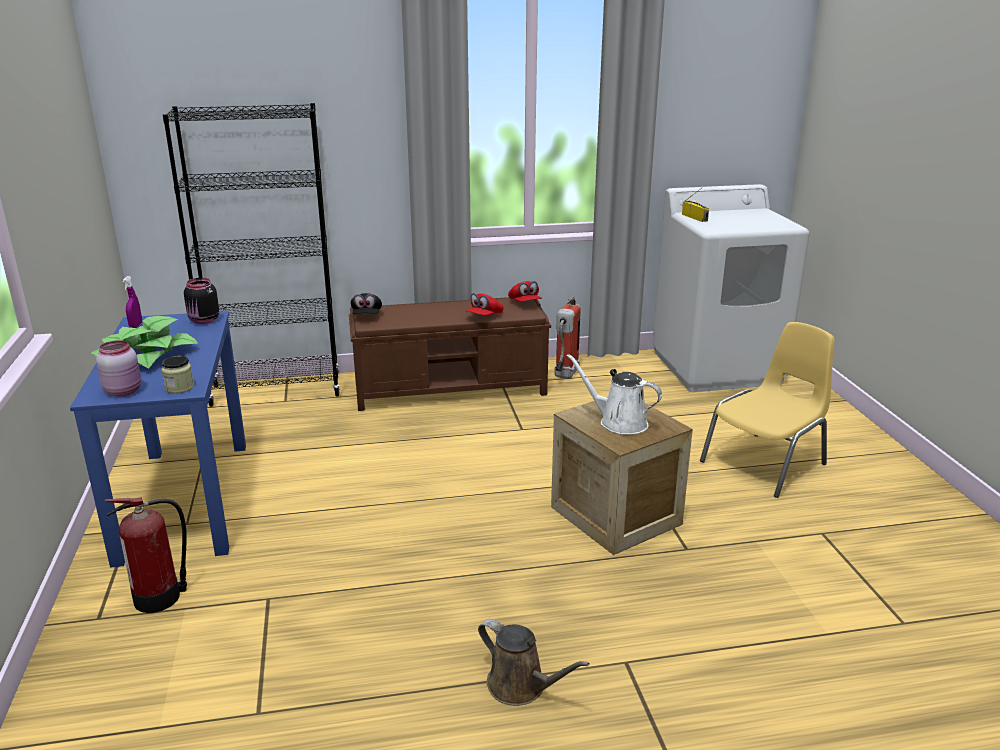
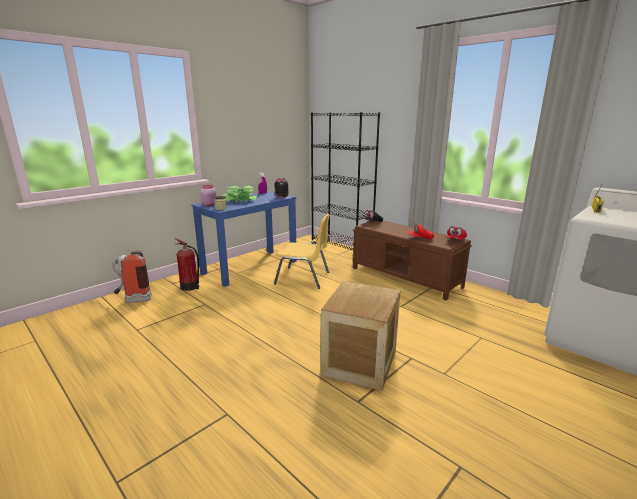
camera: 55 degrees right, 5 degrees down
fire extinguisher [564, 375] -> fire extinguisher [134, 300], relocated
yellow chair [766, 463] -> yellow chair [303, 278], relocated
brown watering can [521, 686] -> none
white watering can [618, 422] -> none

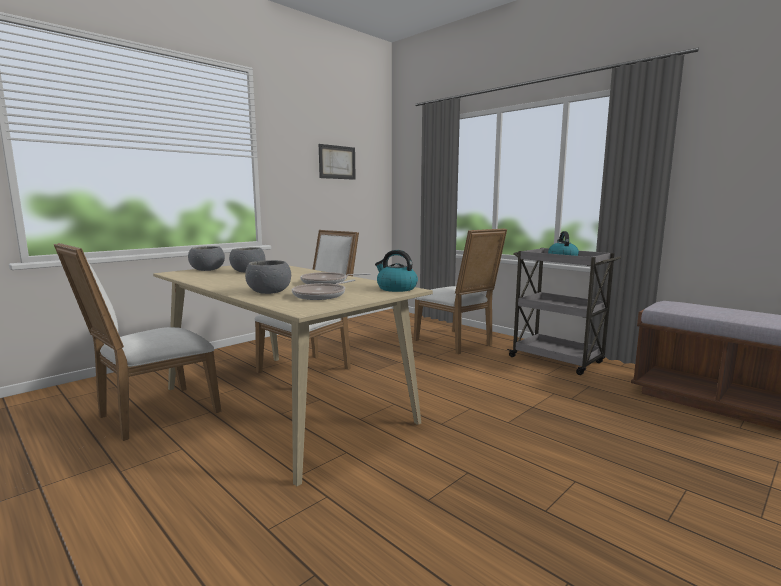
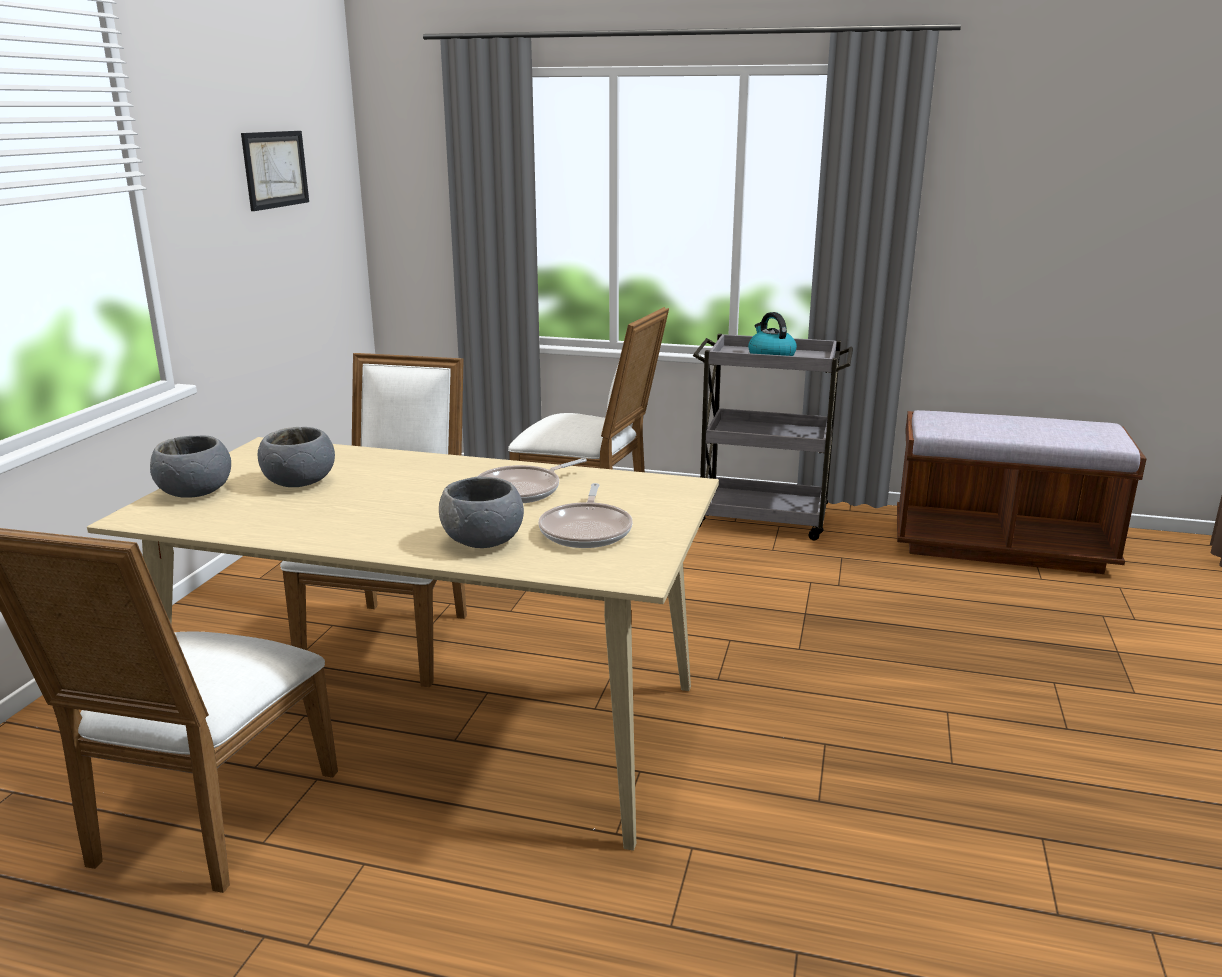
camera: 30 degrees left, 10 degrees up
kettle [396, 288] -> none

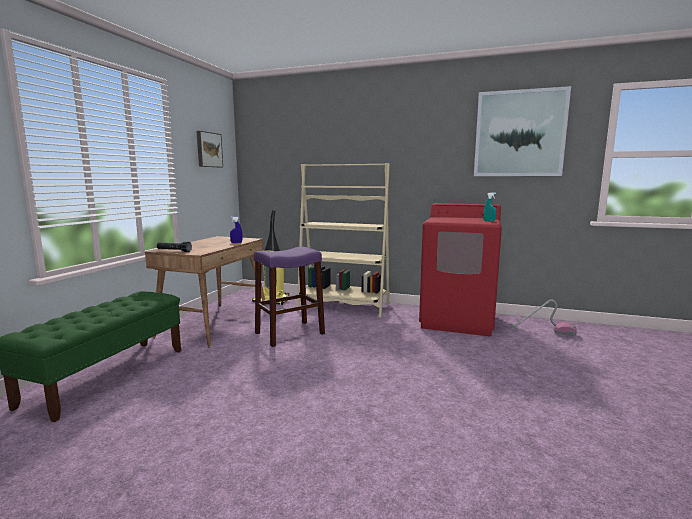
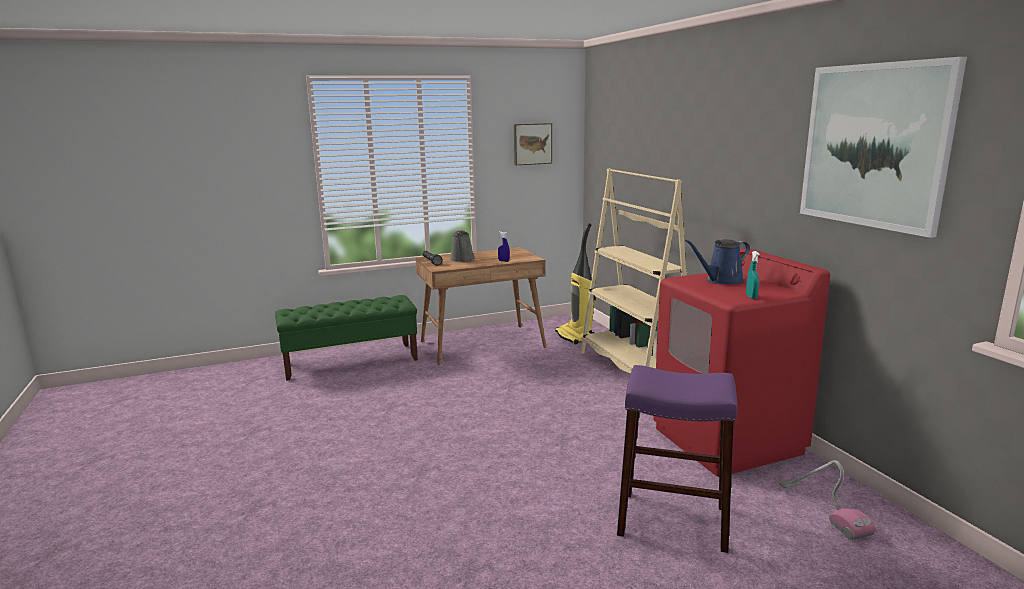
camera: 50 degrees right, 5 degrees up
none -> grey watering can [462, 260]
purple stool [289, 333] -> purple stool [672, 520], relocated
none -> blue watering can [721, 281]

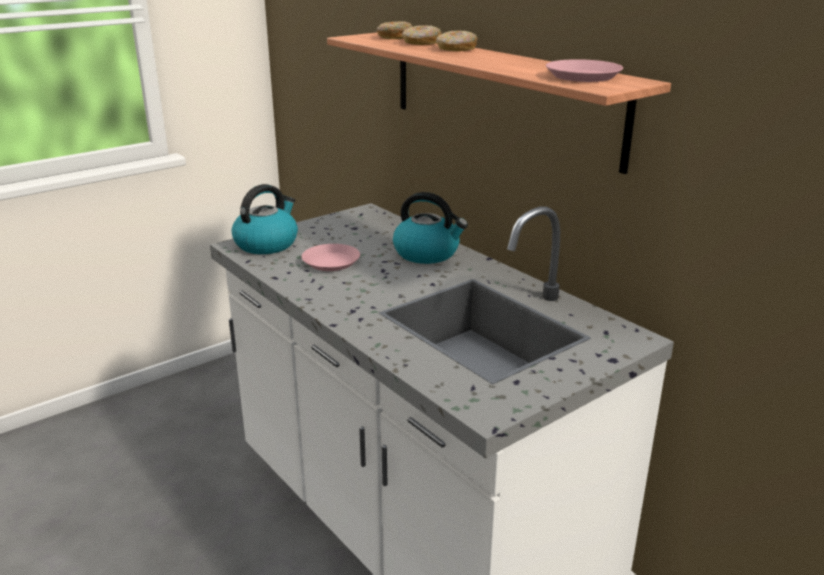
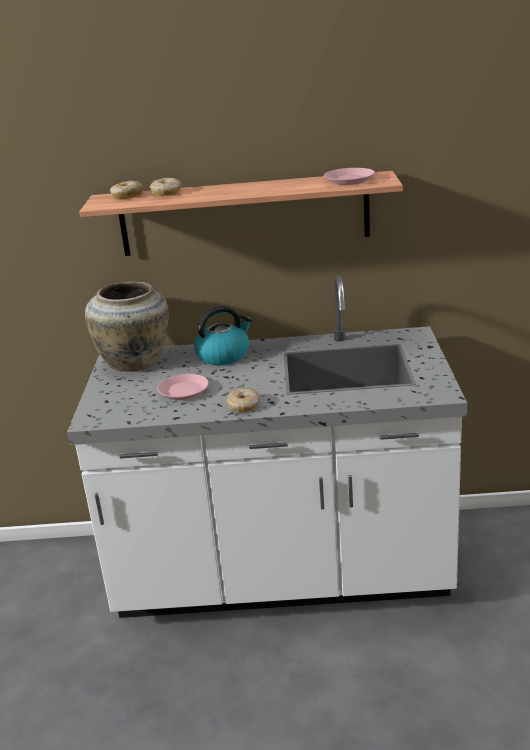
camera: 50 degrees left, 0 degrees up
none -> beige vase [135, 363]
donut [456, 49] -> donut [243, 406], relocated
kettle [267, 244] -> none

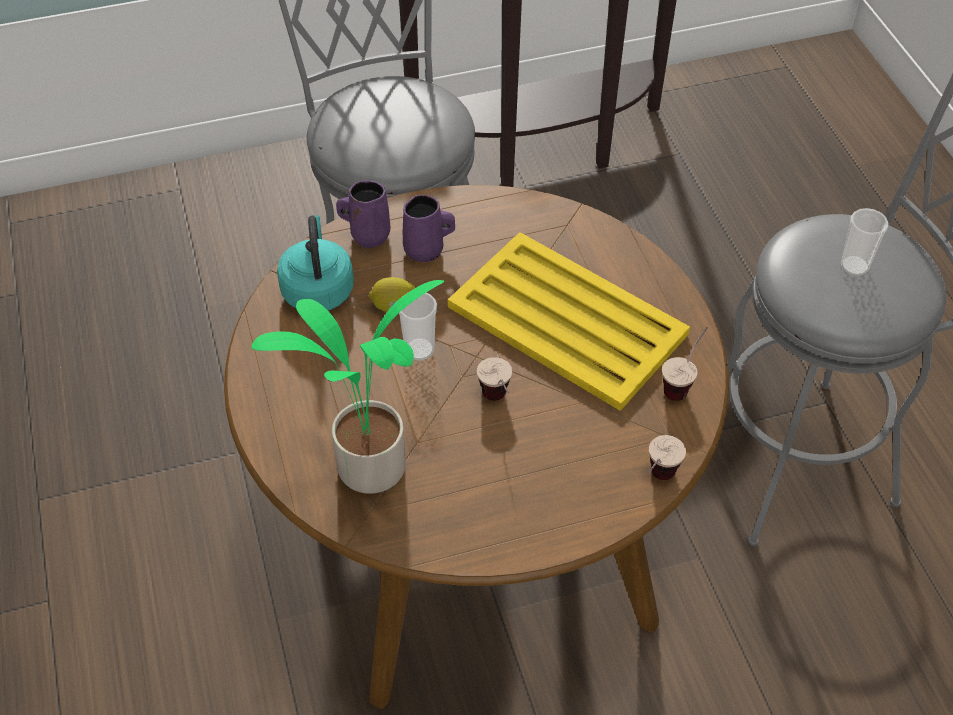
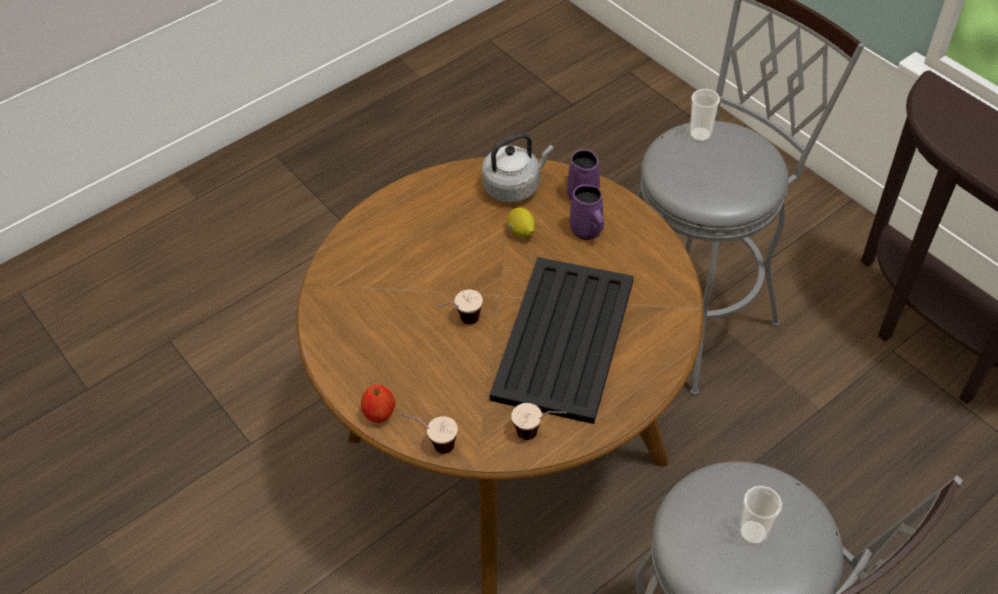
camera: 70 degrees right, 0 degrees up
none -> apple [380, 414]
turquoise kettle [318, 289] -> grey kettle [514, 186]
yellow tray [565, 319] -> black tray [565, 337]
cup [419, 349] -> cup [700, 135], relocated
potted plant [369, 471] -> none

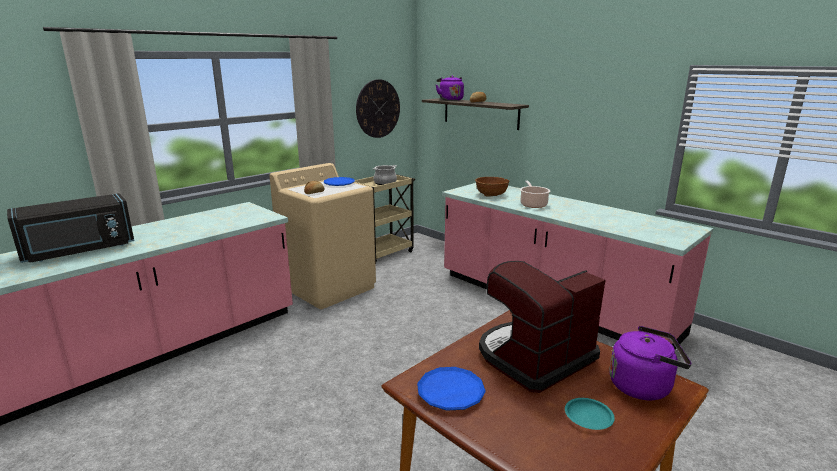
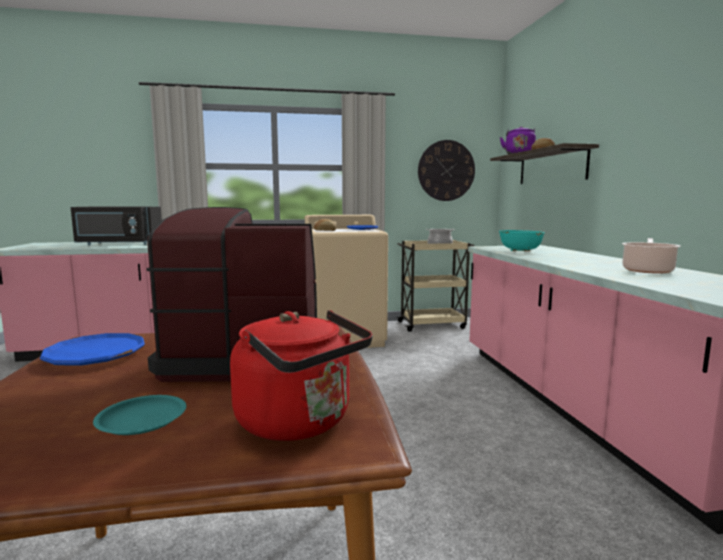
camera: 35 degrees right, 10 degrees down
purple kettle [643, 386] -> red kettle [299, 423]
brown bowl [491, 195] -> turquoise bowl [520, 250]
cooking pot [533, 204] -> cooking pot [647, 270], relocated

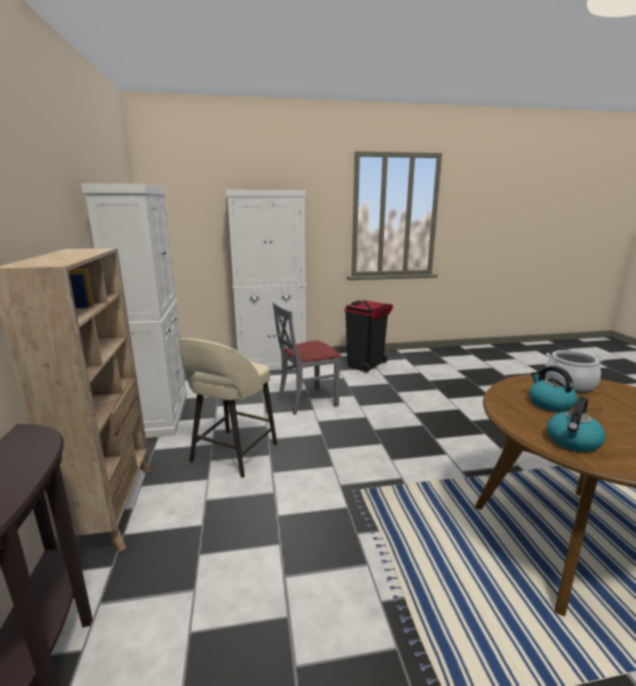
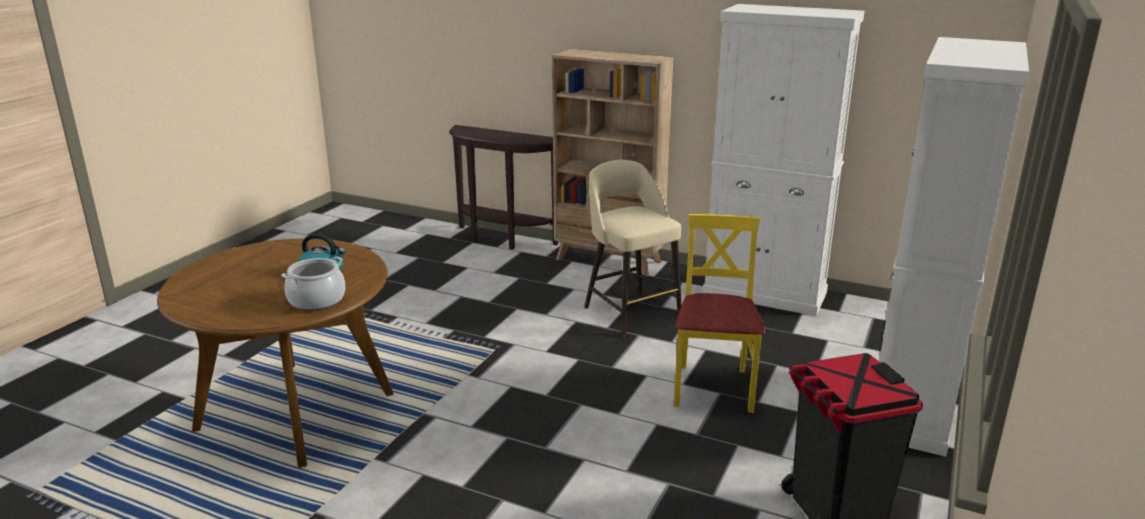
camera: 125 degrees right, 5 degrees up
grey chair [307, 401] -> yellow chair [713, 388]
kettle [573, 442] -> none

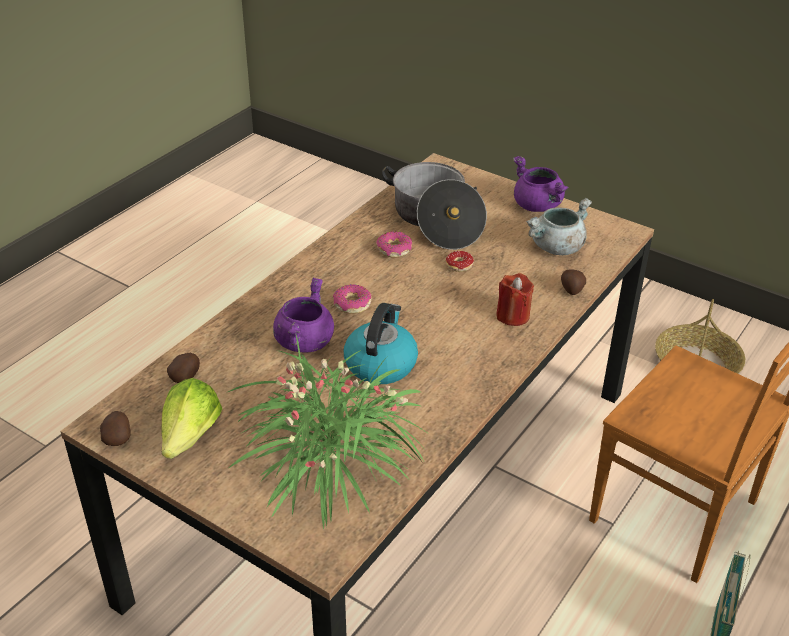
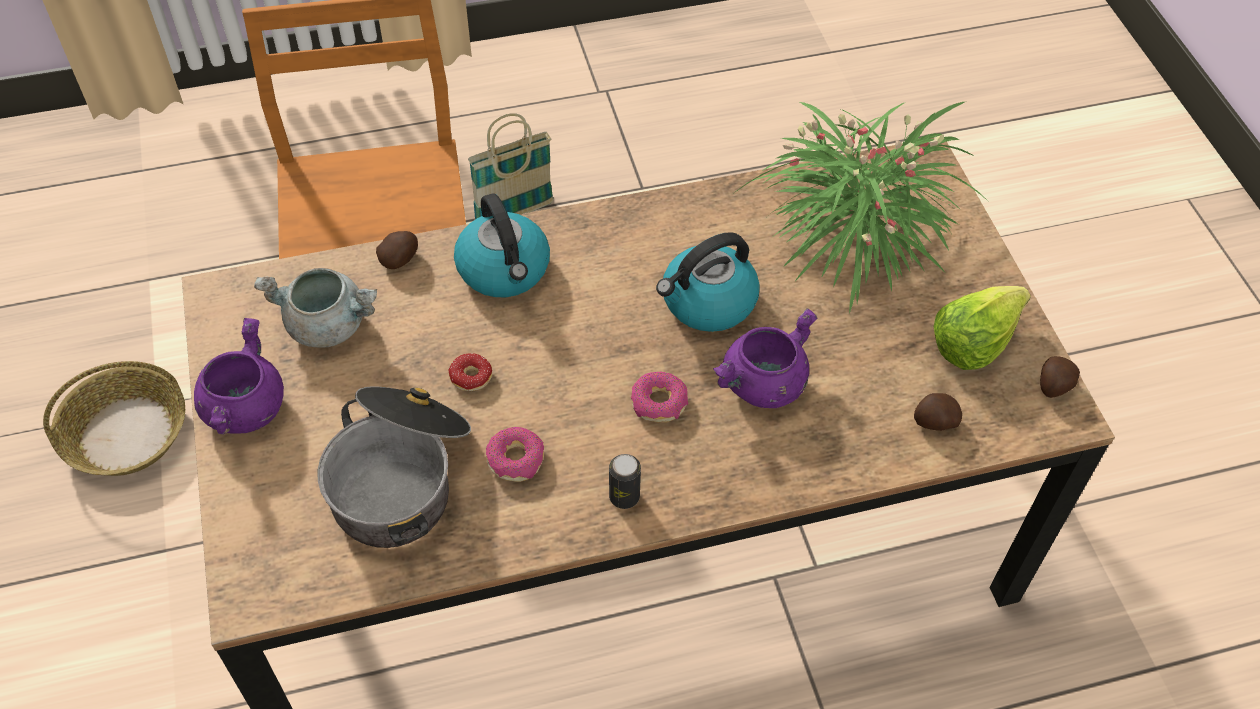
camera: 140 degrees left, 15 degrees up
red candle [513, 316] -> kettle [505, 270]
none -> can [624, 496]

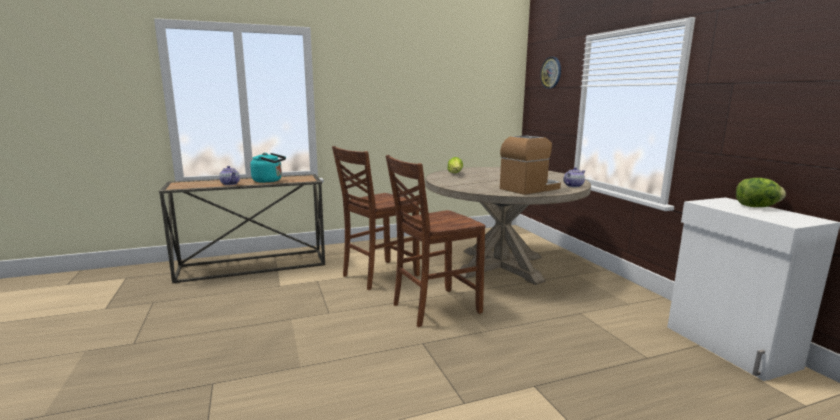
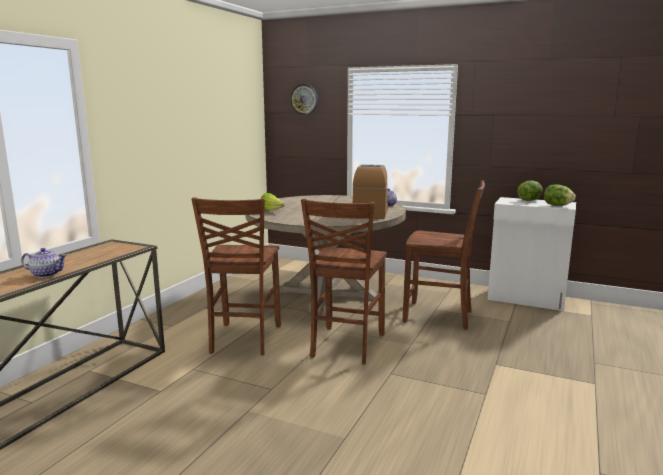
camera: 45 degrees left, 0 degrees up
none -> brown chair [439, 316]
none -> lettuce [557, 205]
turquoise kettle [269, 181] -> none

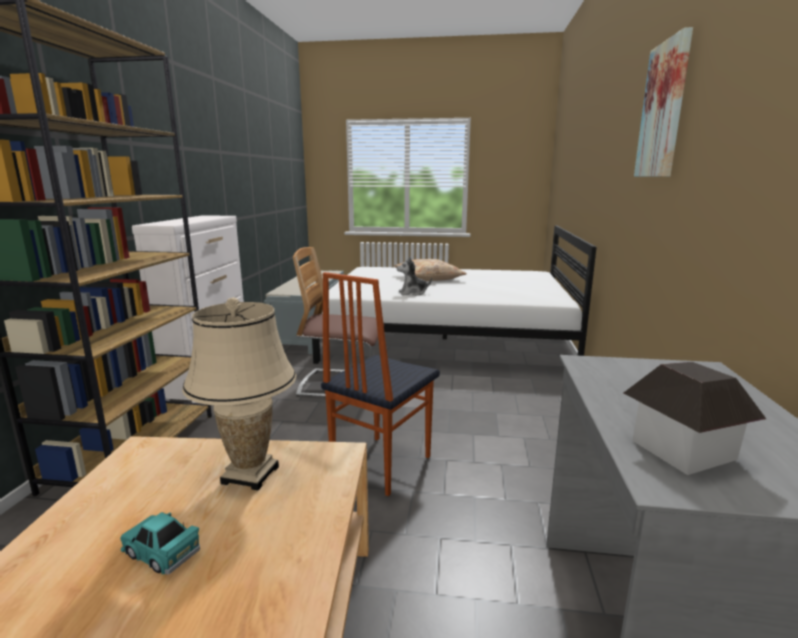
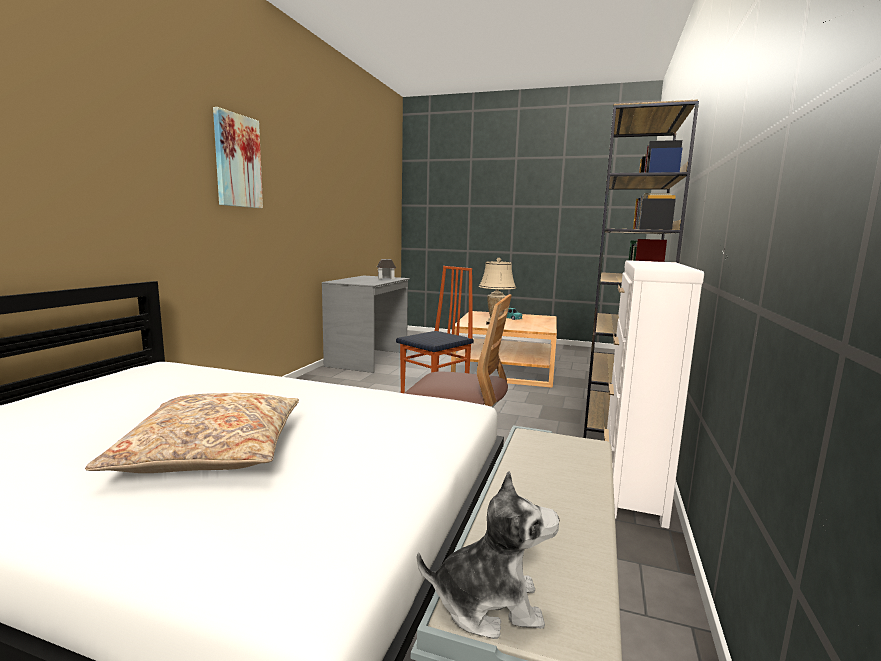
camera: 170 degrees left, 5 degrees down
plush toy [413, 293] -> plush toy [488, 603], relocated

